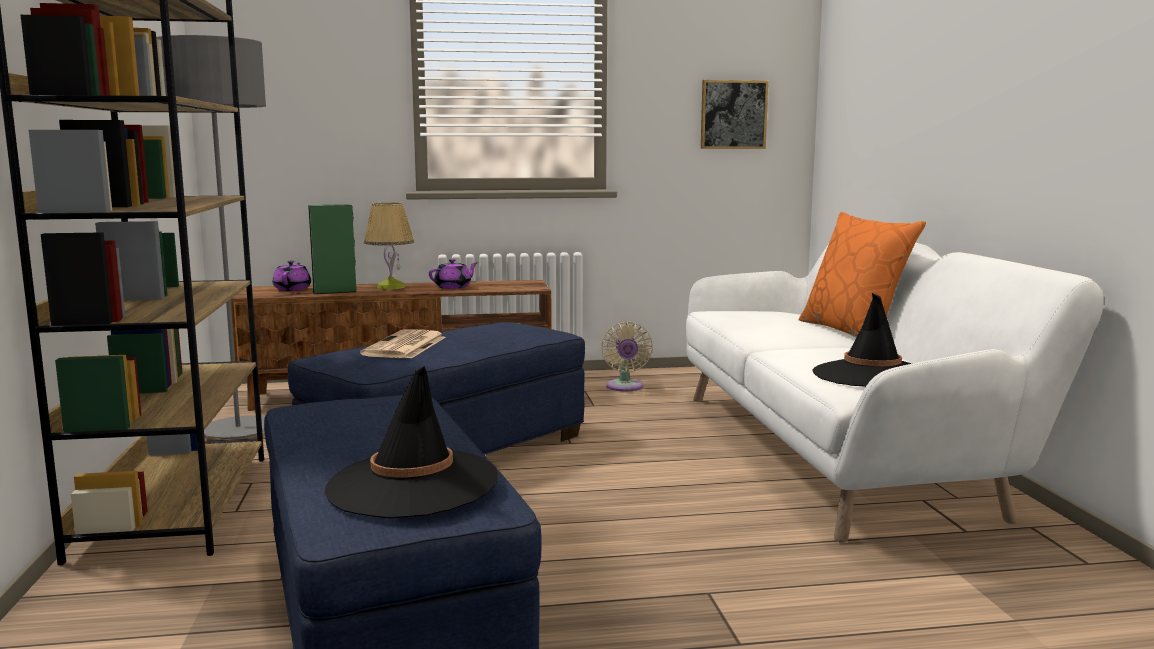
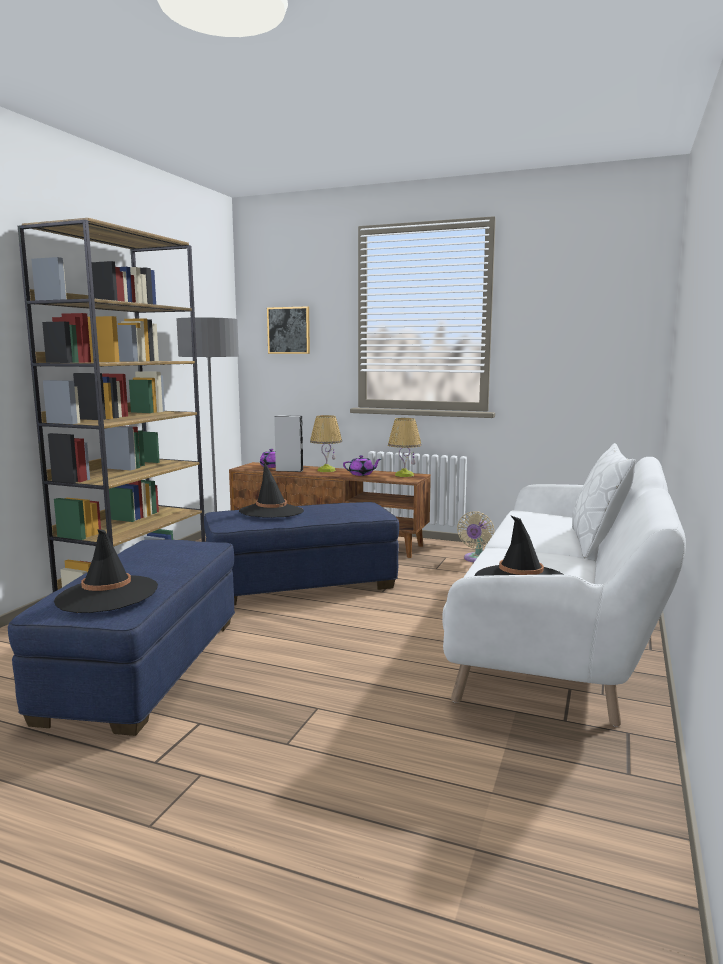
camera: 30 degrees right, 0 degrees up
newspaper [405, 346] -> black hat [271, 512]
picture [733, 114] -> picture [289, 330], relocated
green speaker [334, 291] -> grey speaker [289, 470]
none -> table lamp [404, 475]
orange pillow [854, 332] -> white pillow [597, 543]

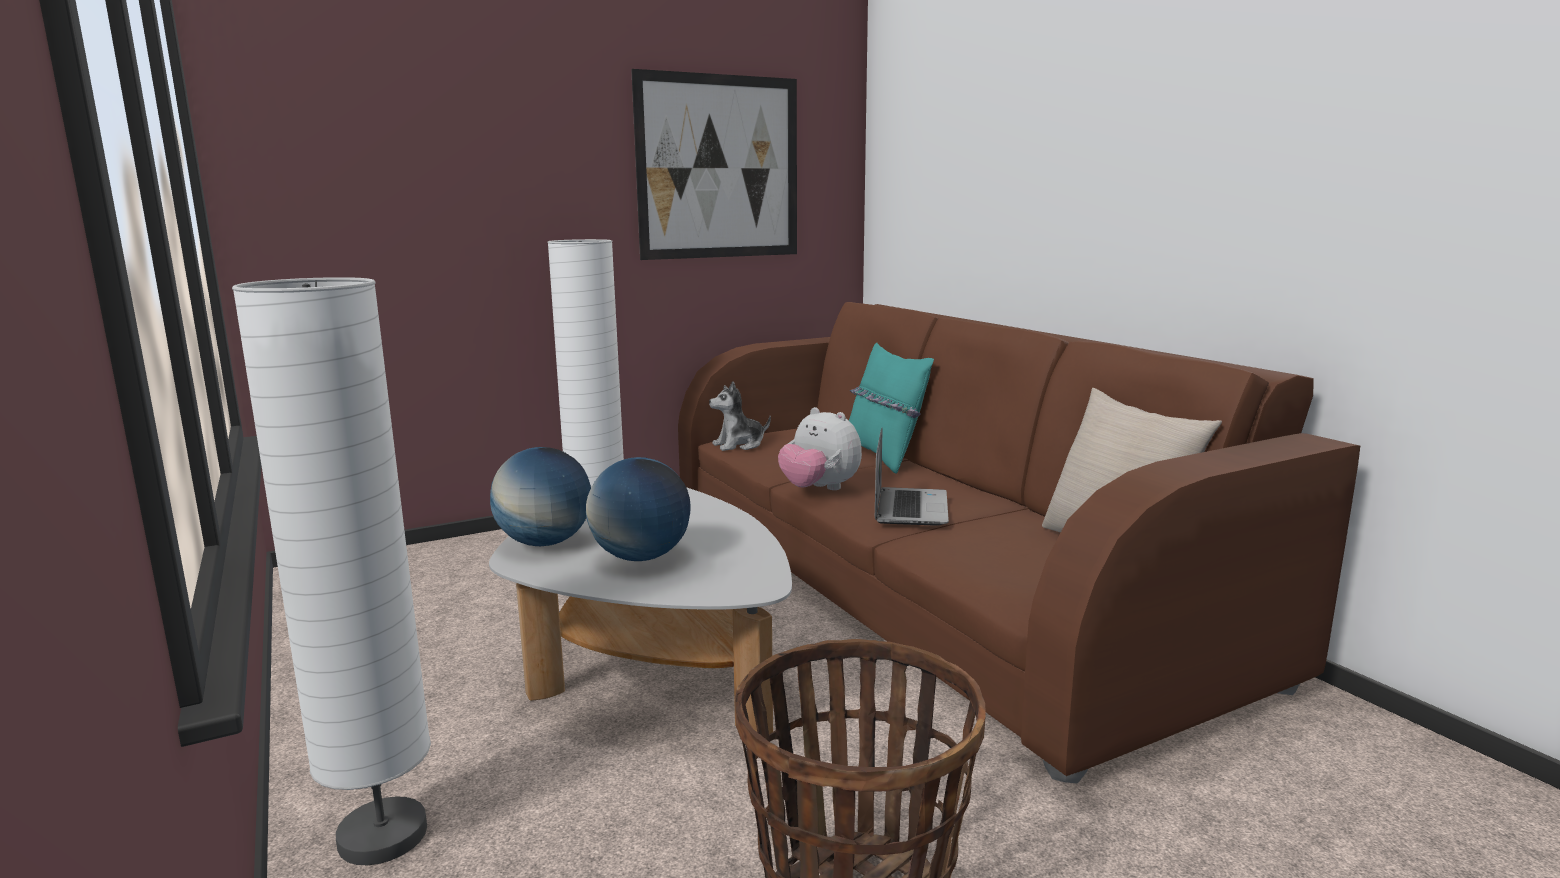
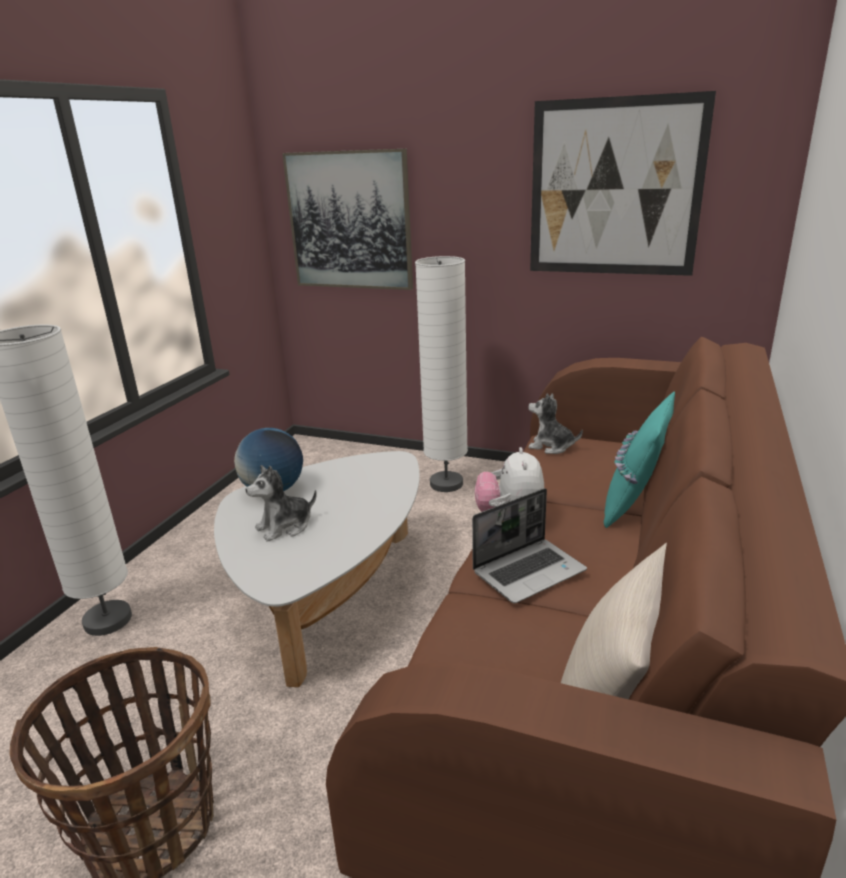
camera: 50 degrees right, 10 degrees up
globe [641, 557] -> plush toy [285, 526]
none -> picture [350, 221]

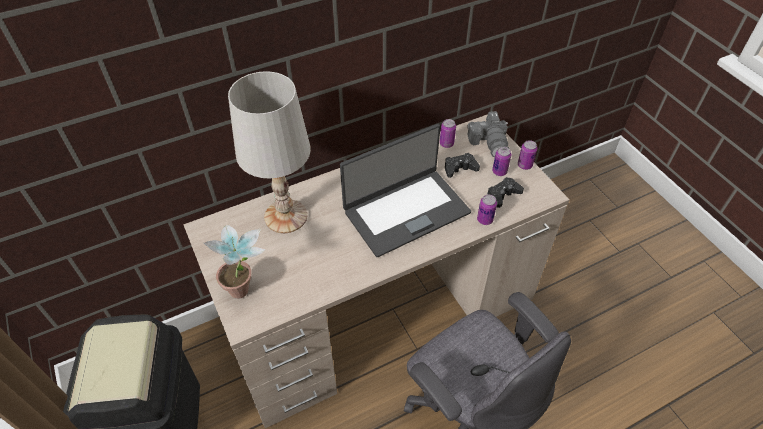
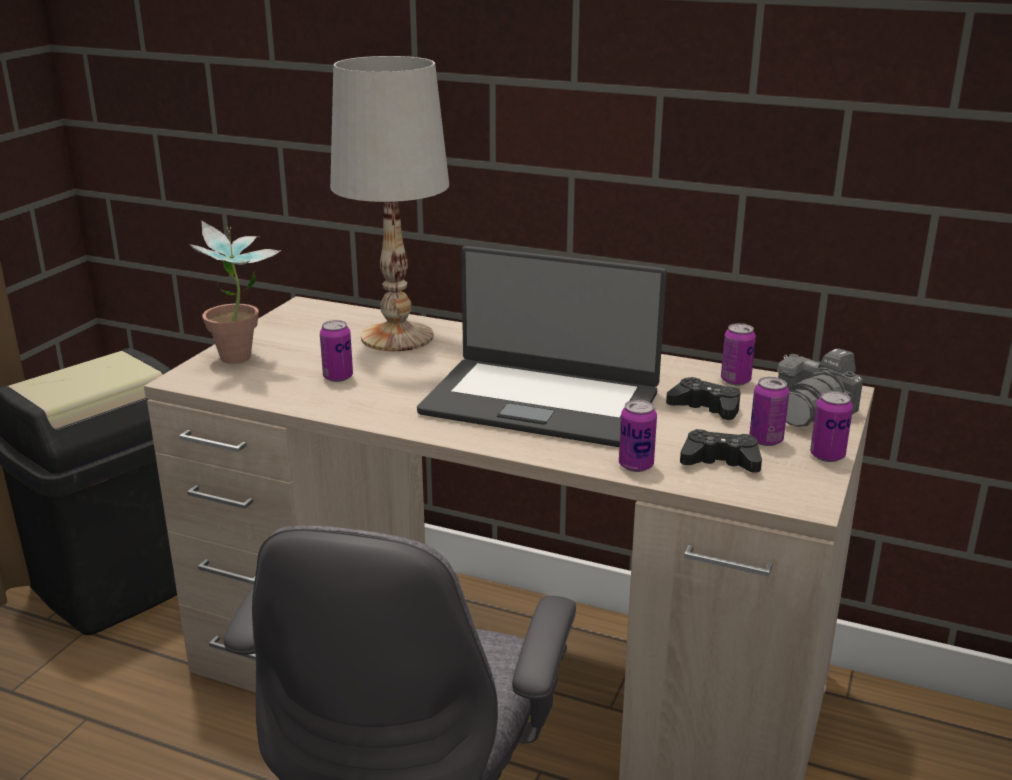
camera: 50 degrees right, 25 degrees down
none -> can [338, 377]

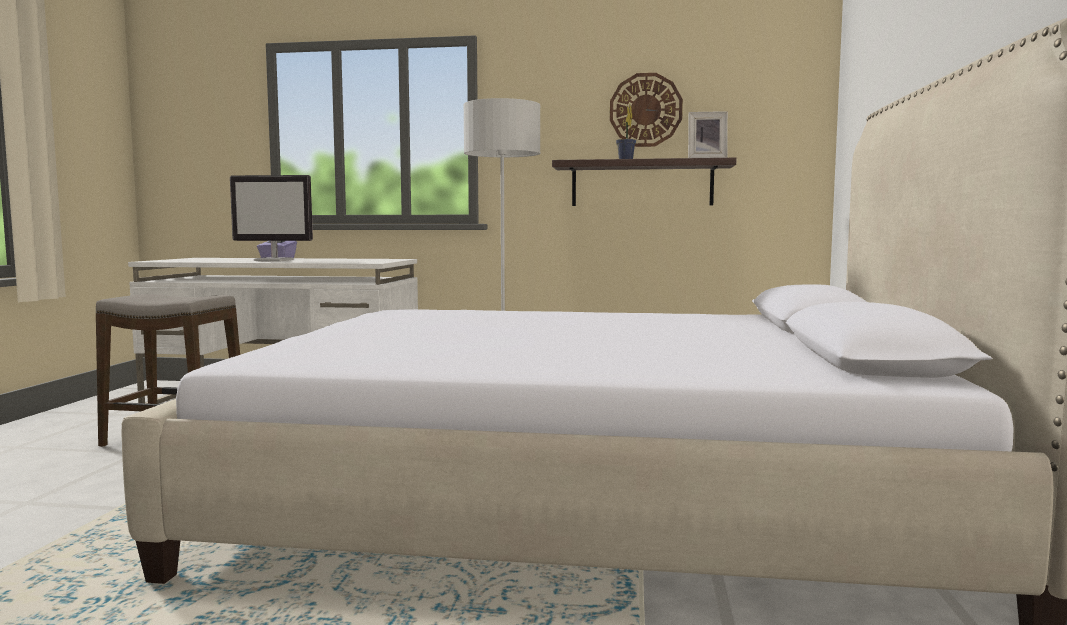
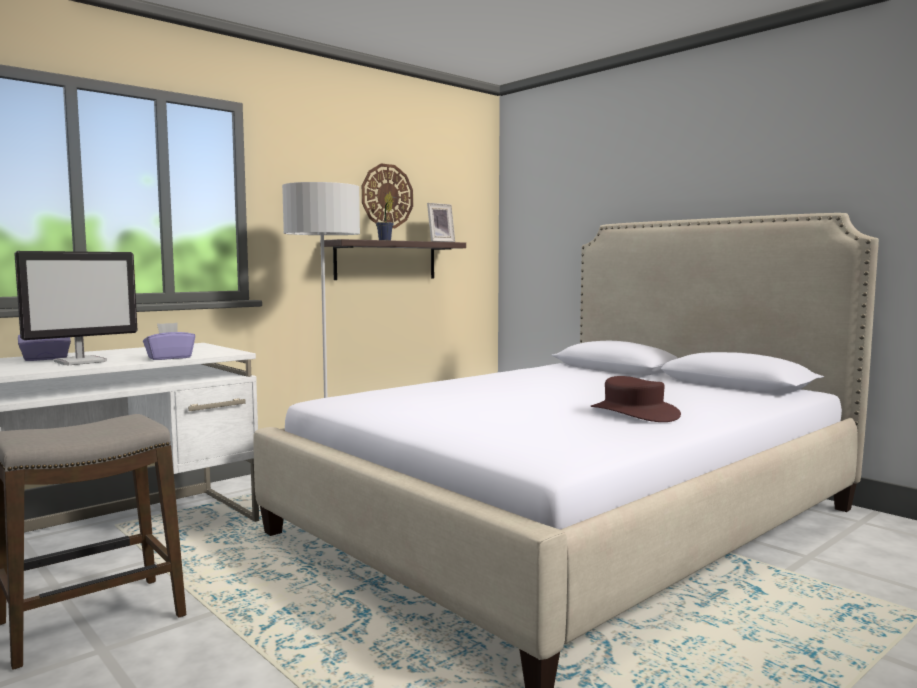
camera: 50 degrees left, 0 degrees up
none -> purple tissue box [169, 358]
none -> brown hat [633, 413]

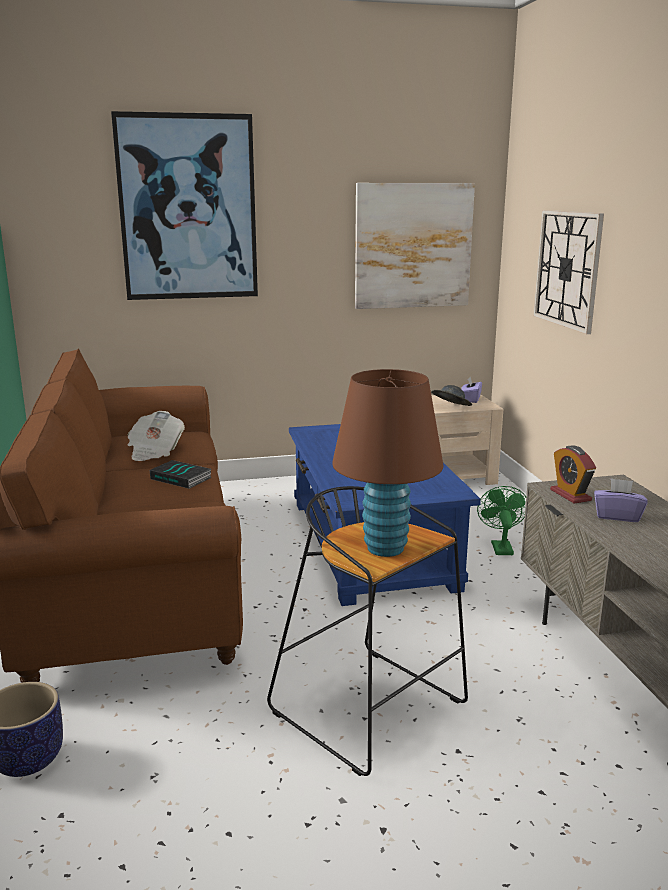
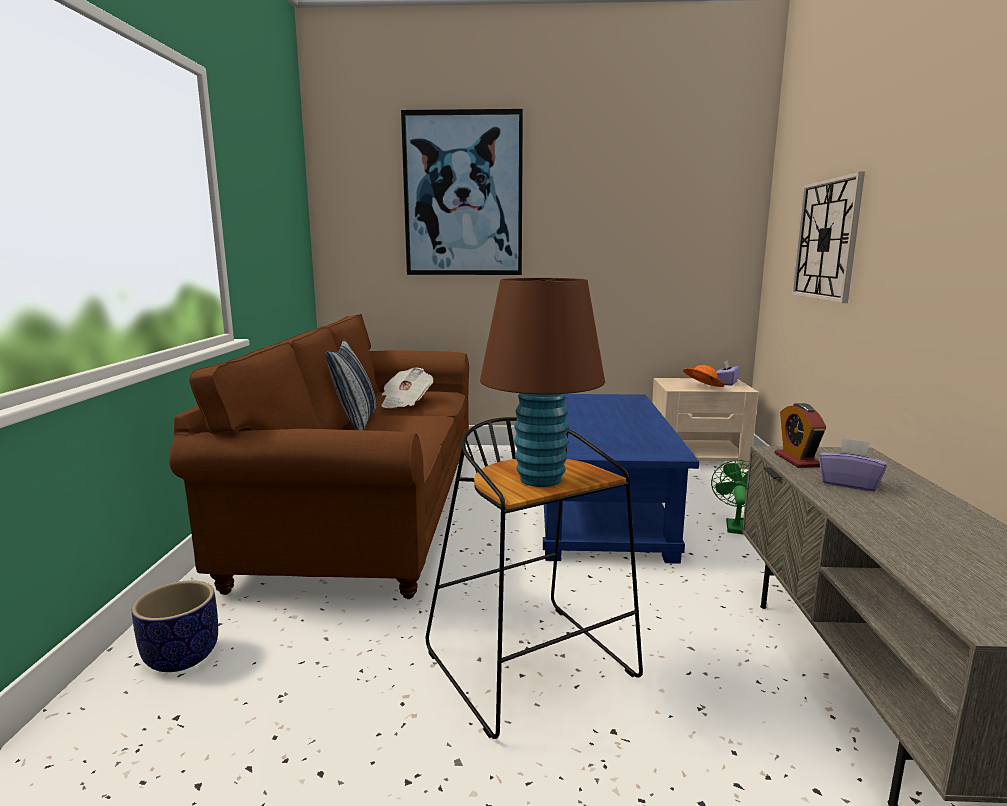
camera: 15 degrees right, 5 degrees down
none -> pillow [356, 421]
grey hat [450, 408] -> orange hat [702, 388]
book [182, 478] -> none
picture [413, 246] -> none

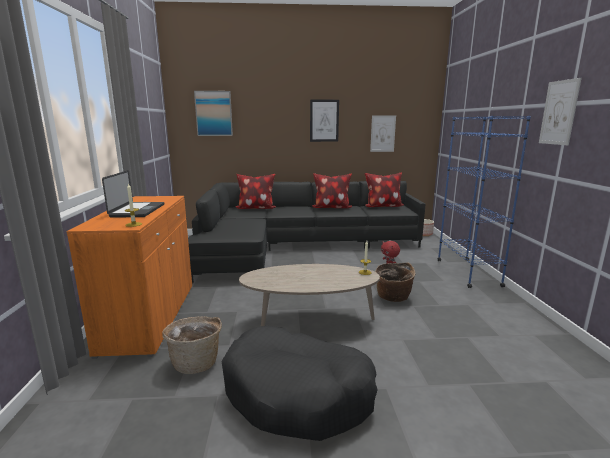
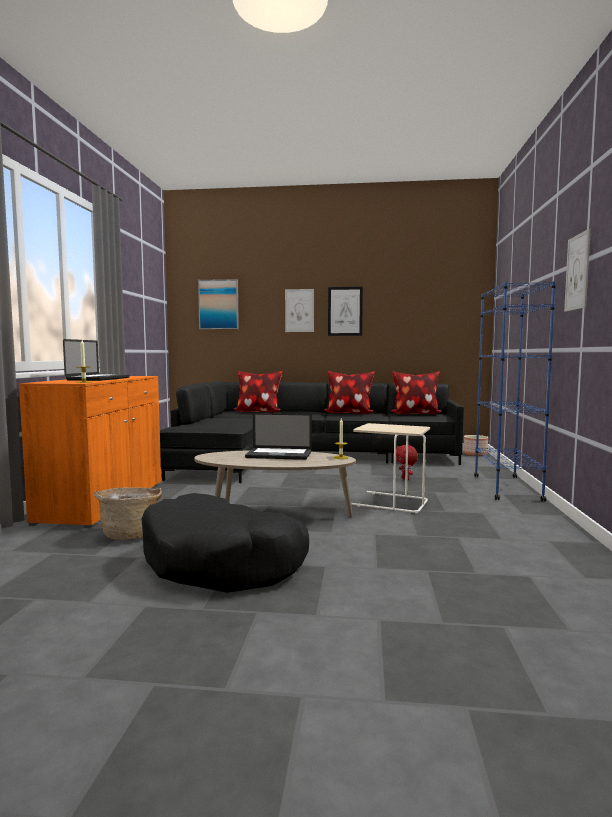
camera: 10 degrees right, 10 degrees down
none -> laptop [279, 455]
picture [383, 133] -> picture [299, 310], relocated
basket [393, 298] -> beige side table [389, 503]

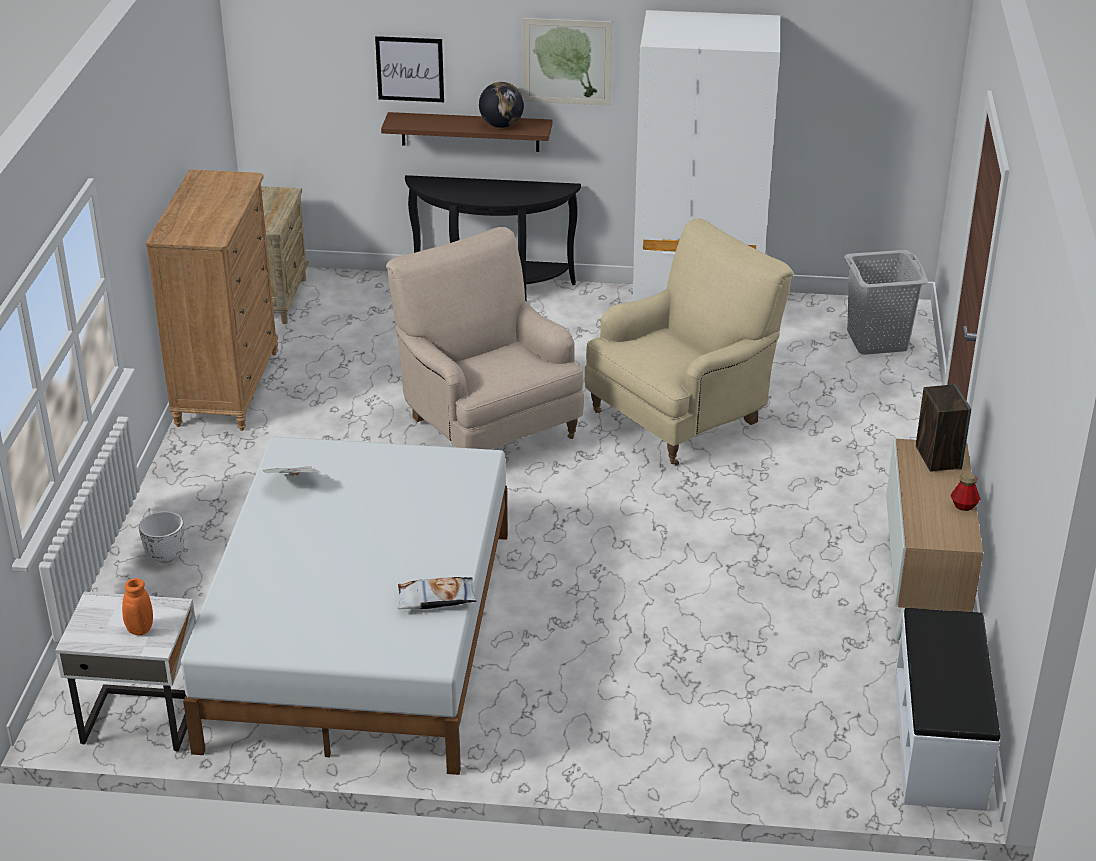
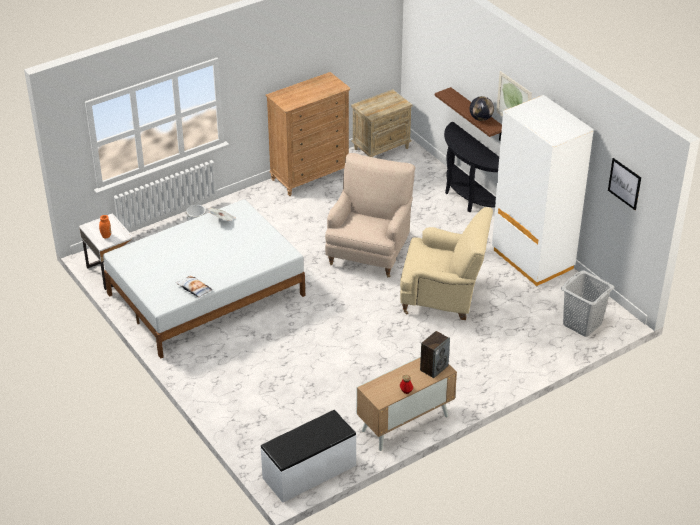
camera: 50 degrees right, 5 degrees up
picture [410, 69] -> picture [624, 183], relocated

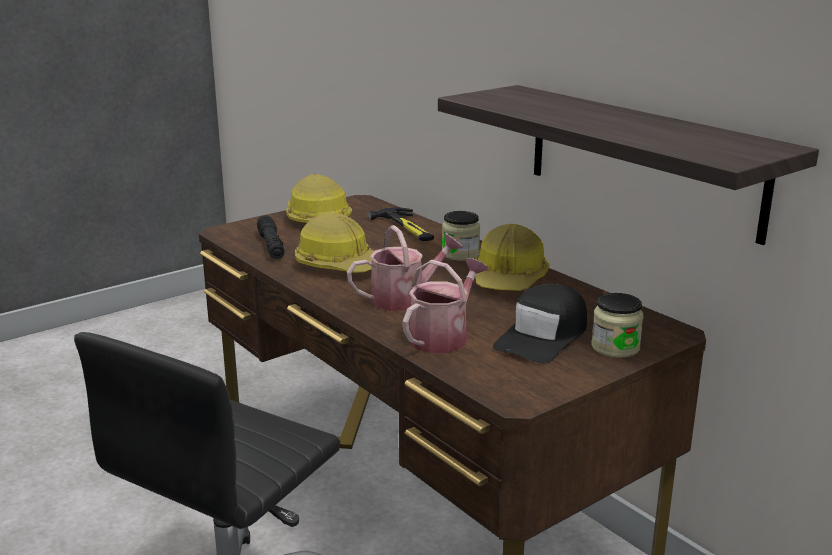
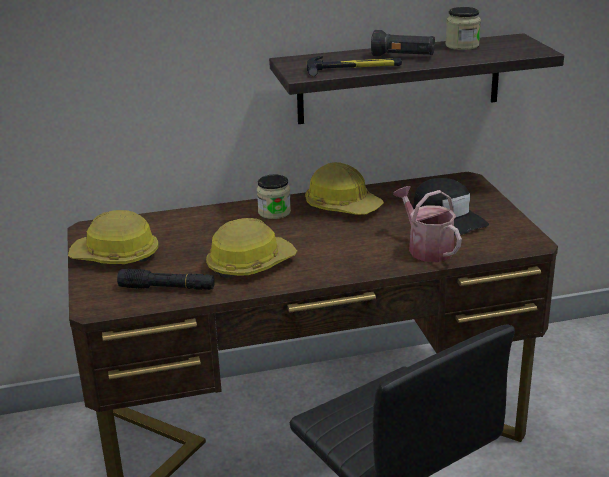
camera: 65 degrees left, 5 degrees up
hammer [406, 228] -> hammer [354, 68], relocated
none -> black flashlight [403, 57]
jar [615, 347] -> jar [462, 45], relocated
watering can [405, 299] -> none

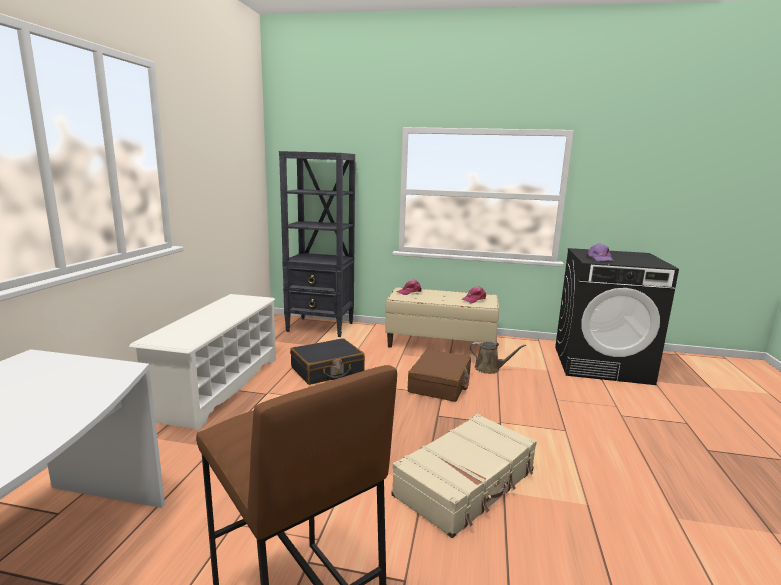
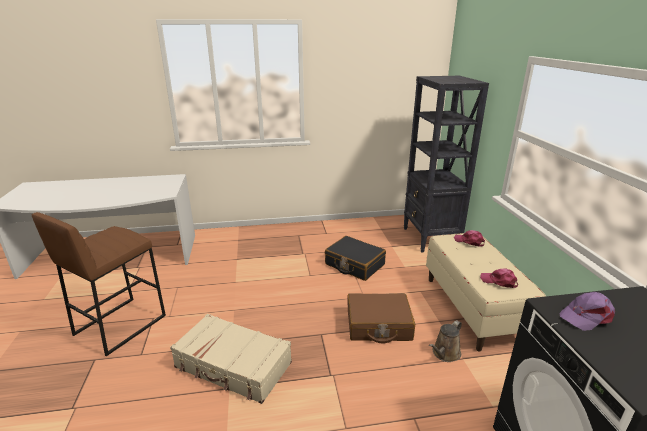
camera: 70 degrees right, 10 degrees up
brown watering can [489, 369] -> brown watering can [445, 354], 45 degrees clockwise
white shoe rack [218, 386] -> none

